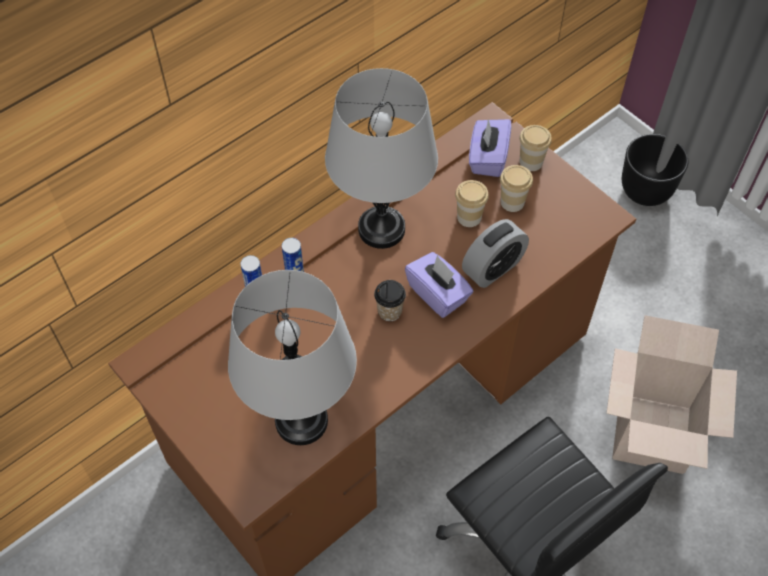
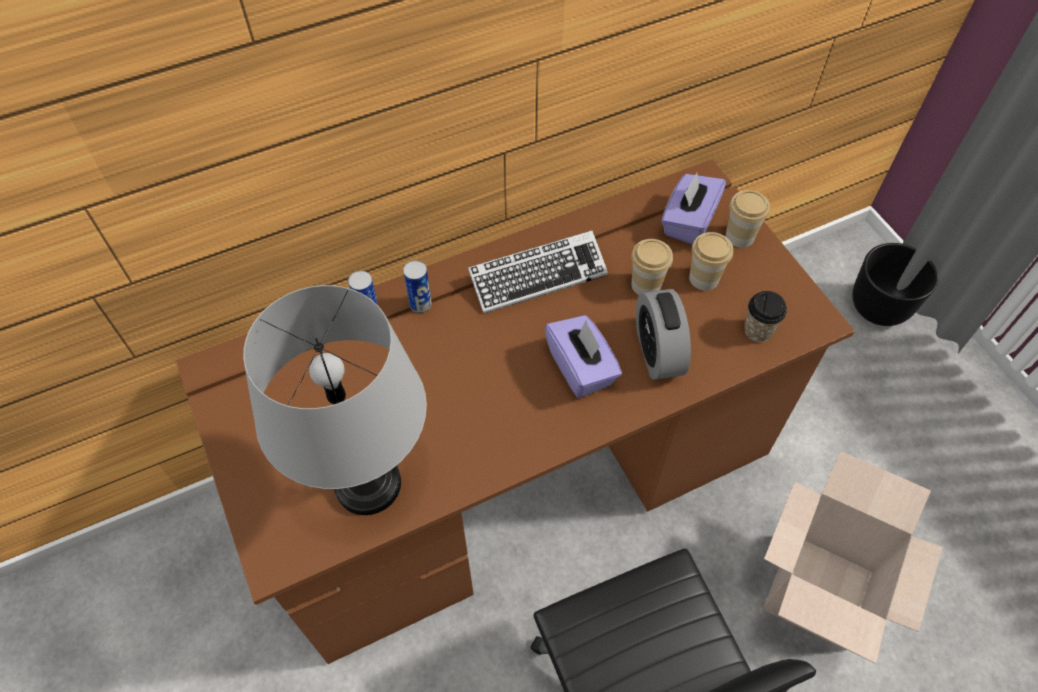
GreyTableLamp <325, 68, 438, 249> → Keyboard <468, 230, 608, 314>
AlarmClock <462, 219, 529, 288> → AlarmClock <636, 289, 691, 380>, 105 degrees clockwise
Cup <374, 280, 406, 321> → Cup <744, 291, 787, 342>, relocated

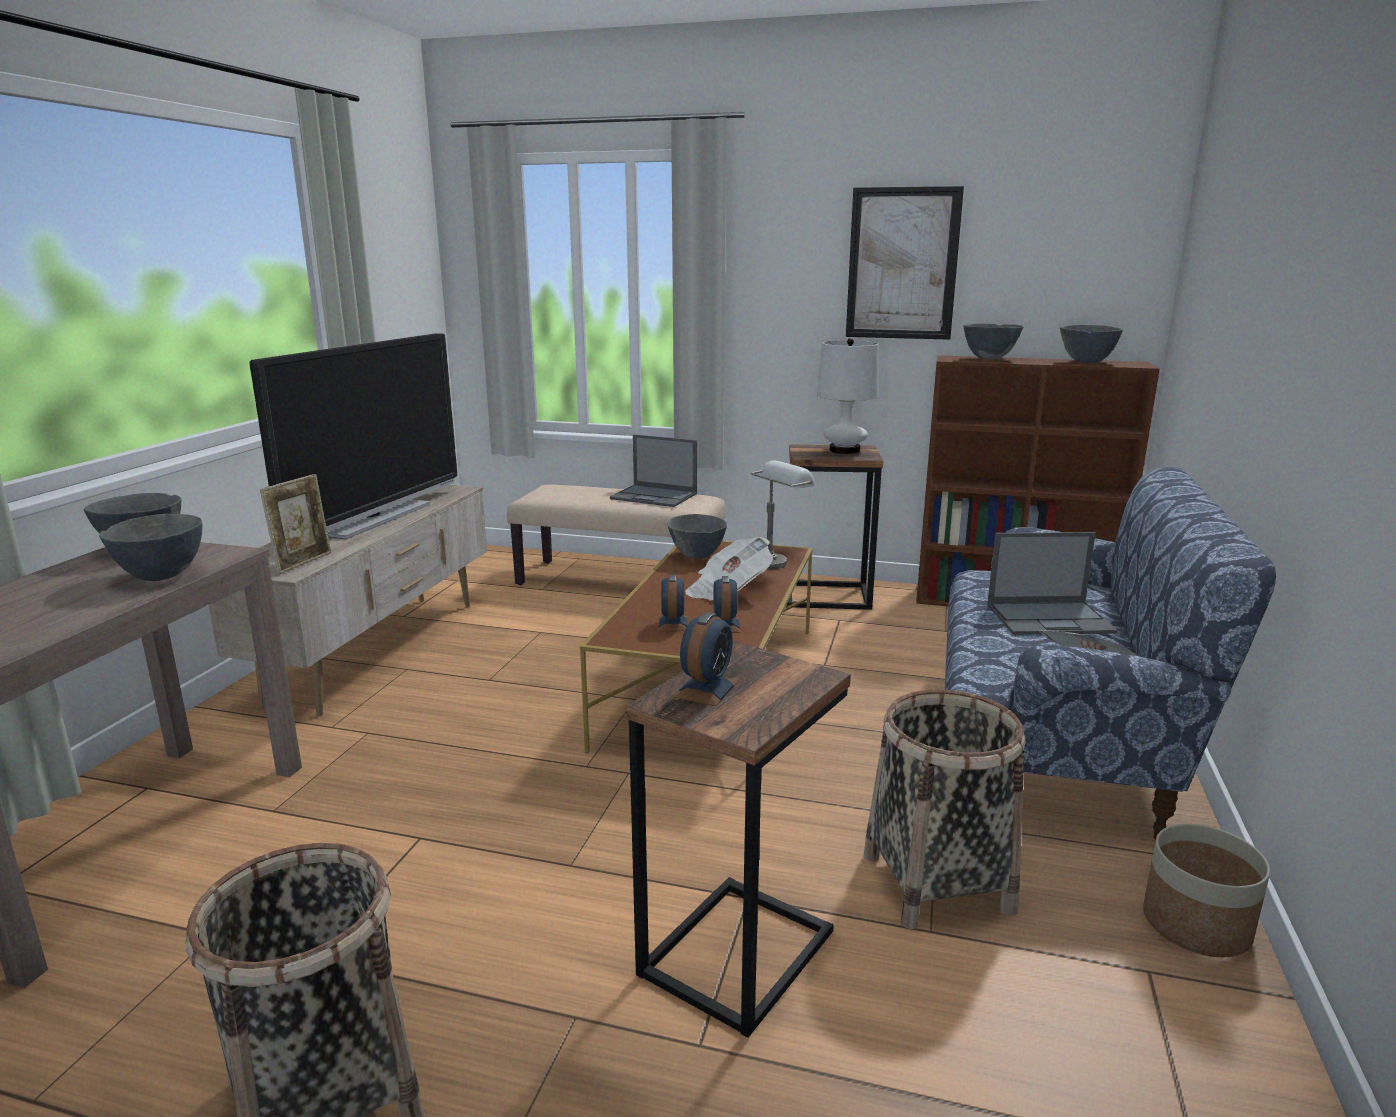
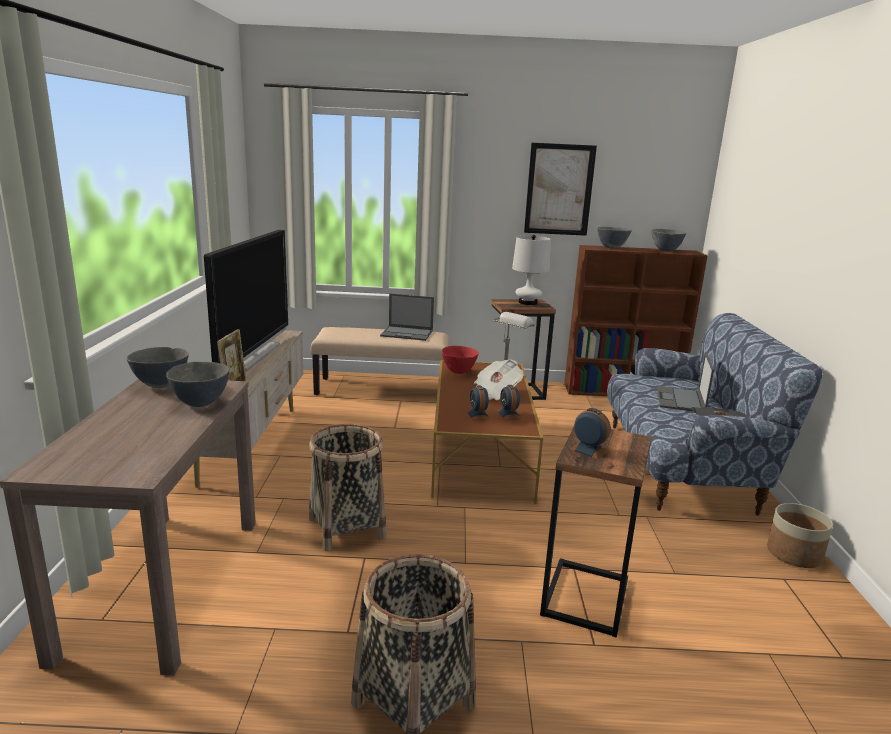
GreyBowl <668, 514, 727, 559> → RedBowl <442, 346, 479, 374>
Laptop <987, 532, 1118, 635> → Laptop <657, 352, 714, 411>, 120 degrees clockwise
AlarmClock <674, 612, 738, 706> → AlarmClock <570, 408, 611, 459>, 60 degrees counterclockwise
Basket <864, 689, 1025, 929> → Basket <309, 424, 386, 551>, relocated

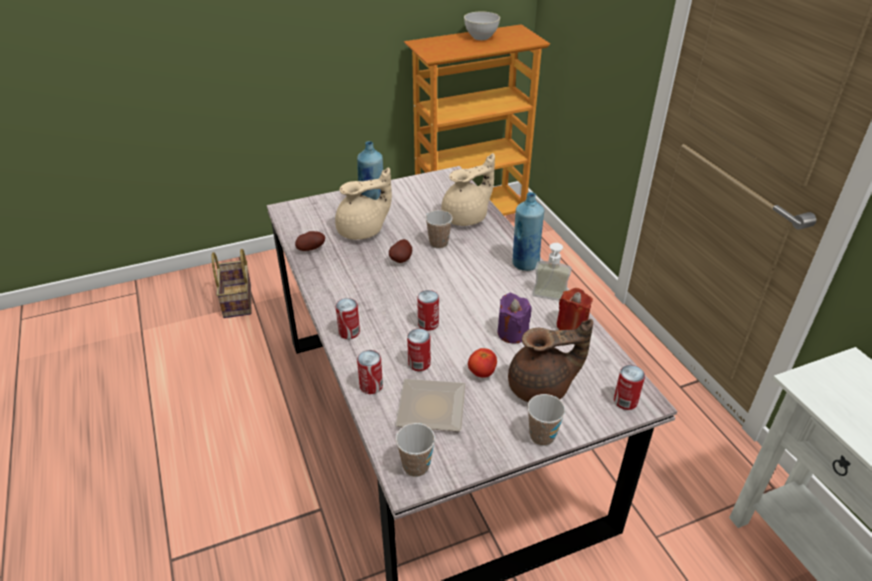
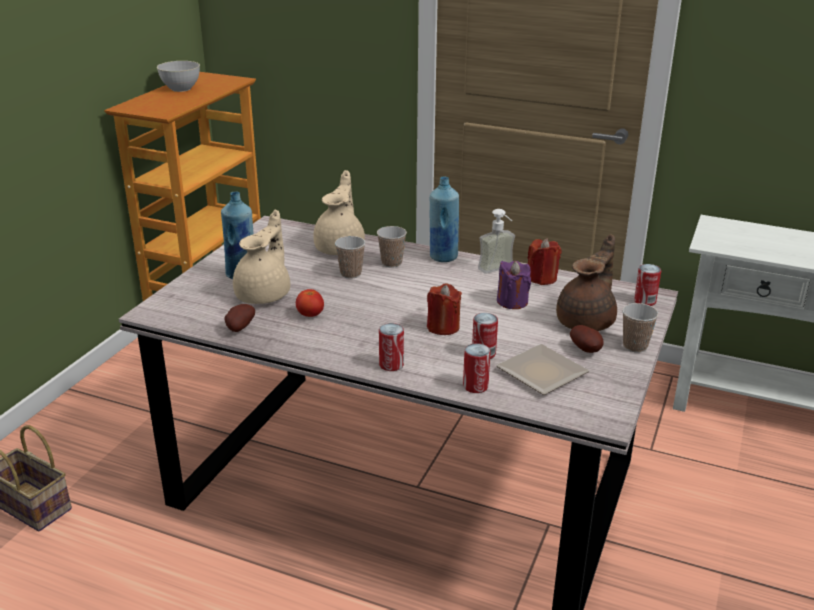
Potato <389, 239, 412, 263> → Potato <570, 325, 603, 353>, relocated
Can <417, 290, 439, 331> → RedCandle <427, 283, 462, 335>
Tomato <468, 348, 497, 378> → Tomato <296, 289, 324, 317>, relocated
Cup <396, 423, 435, 477> → Cup <377, 226, 407, 268>, relocated

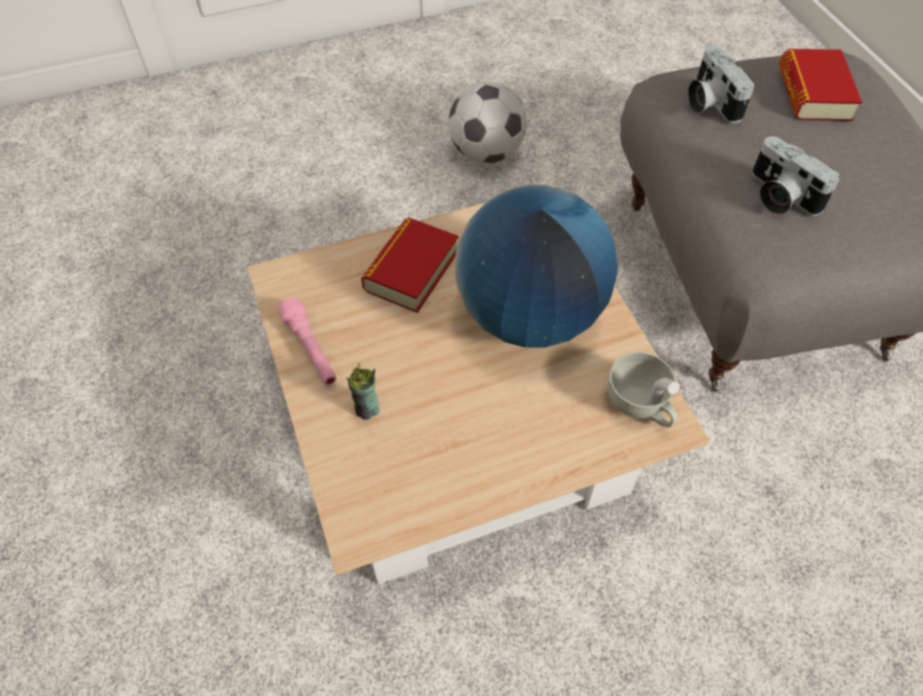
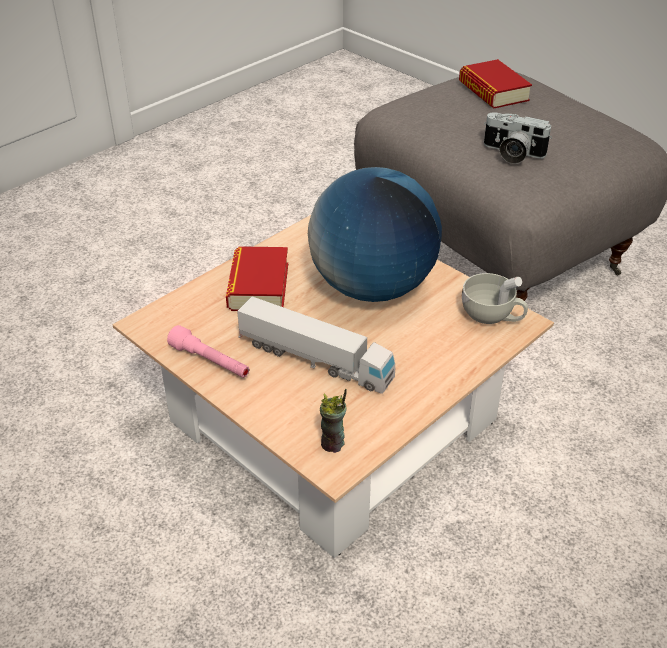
PhotoCamera <688, 45, 755, 123> → -
Football <448, 82, 527, 164> → -
Cup <346, 363, 380, 420> → Cup <320, 389, 347, 453>, relocated
- → ToyTruck <237, 296, 395, 394>

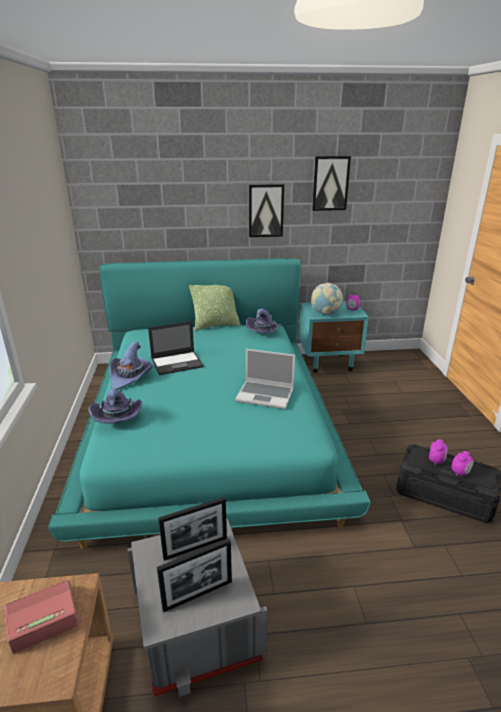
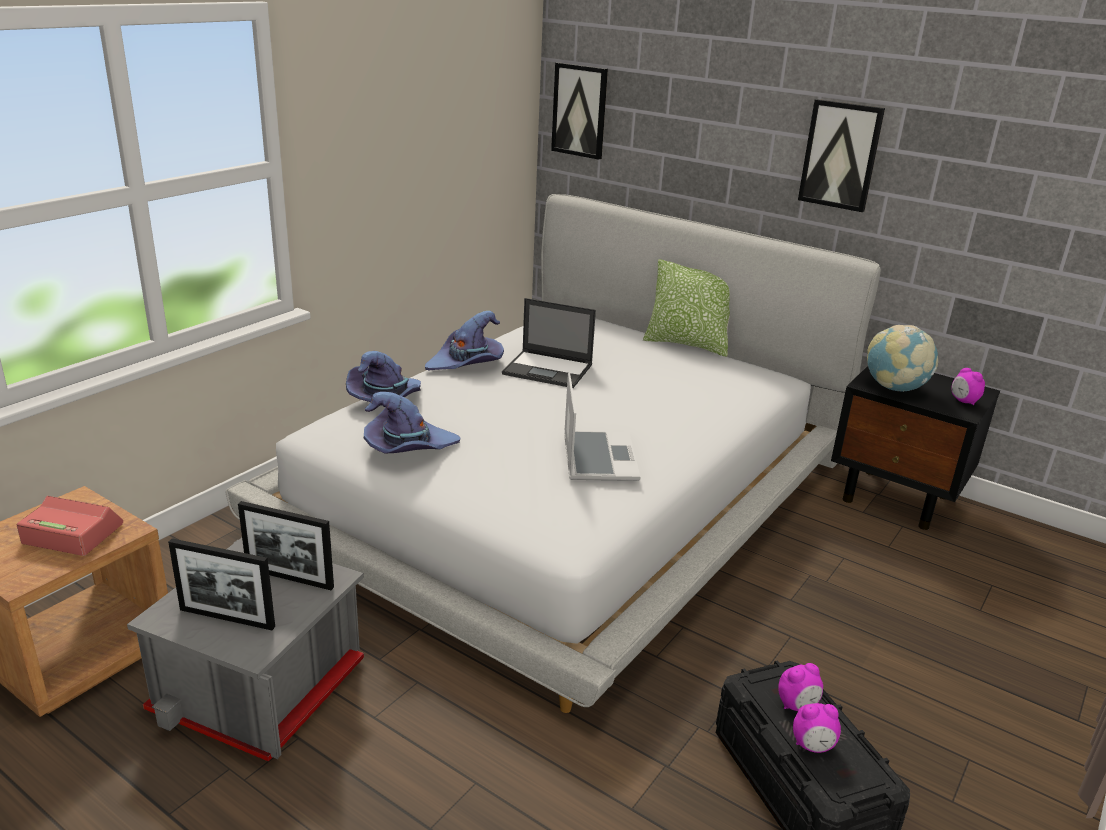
Picture <312, 156, 351, 211> → Picture <551, 62, 608, 160>, relocated
TurquoiseBed <48, 258, 370, 549> → WhiteBed <225, 194, 881, 713>
TurquoiseNightstand <299, 301, 369, 373> → BlackNightstand <831, 366, 1000, 530>
PurpleHat <246, 309, 282, 333> → PurpleHat <364, 392, 461, 453>, relocated
Laptop <235, 349, 295, 409> → Laptop <564, 373, 640, 481>, 150 degrees counterclockwise

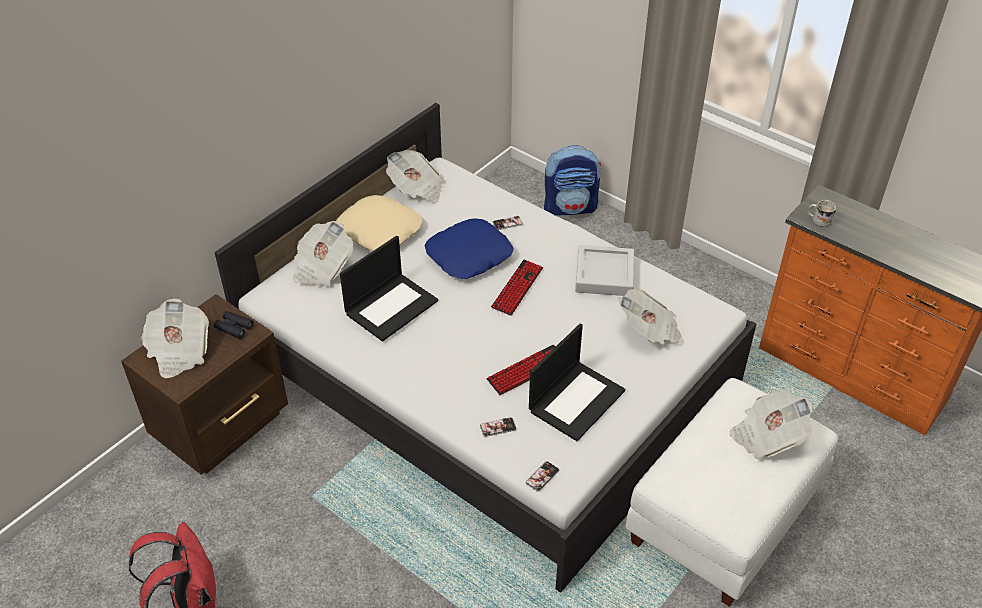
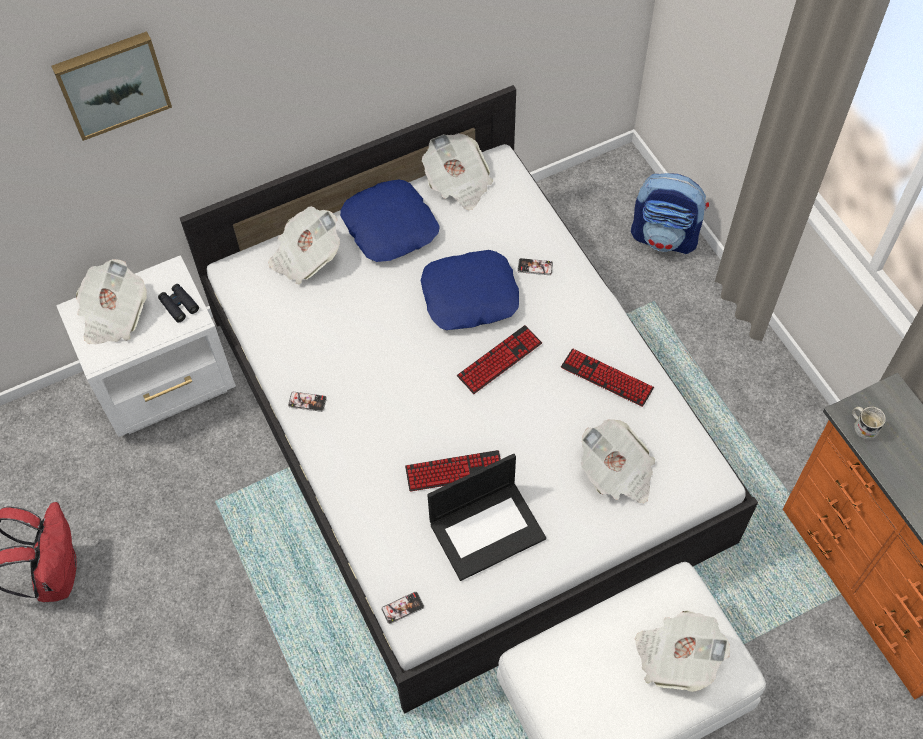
BeigePillow <336, 195, 423, 251> → BluePillow <340, 179, 440, 262>
Laptop <340, 236, 438, 342> → -
GreyTray <575, 245, 634, 296> → Keyboard <561, 349, 654, 407>
BrownNightstand <121, 294, 288, 475> → WhiteNightstand <56, 255, 236, 437>
Phone <480, 417, 517, 437> → Phone <288, 392, 327, 412>, relocated
- → Picture <51, 31, 172, 141>

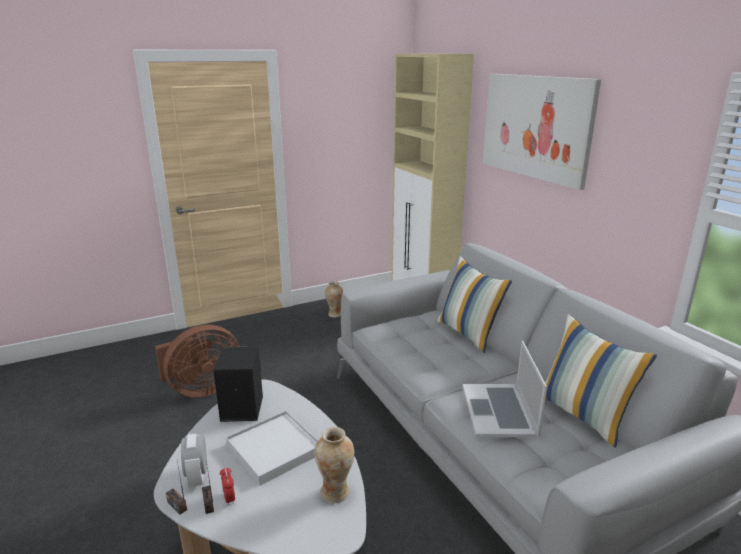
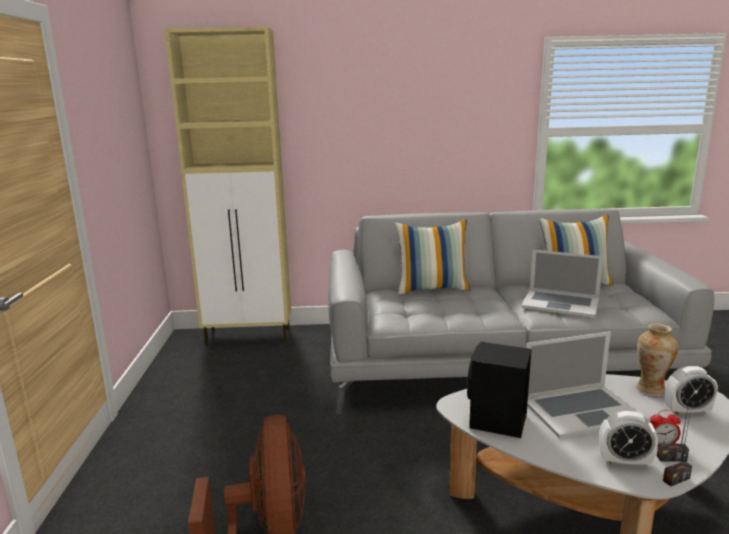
Picture <483, 74, 601, 190> → -
Vase <325, 281, 343, 317> → -
WhiteTray <226, 411, 318, 485> → Laptop <526, 332, 649, 439>
- → AlarmClock <665, 366, 718, 416>

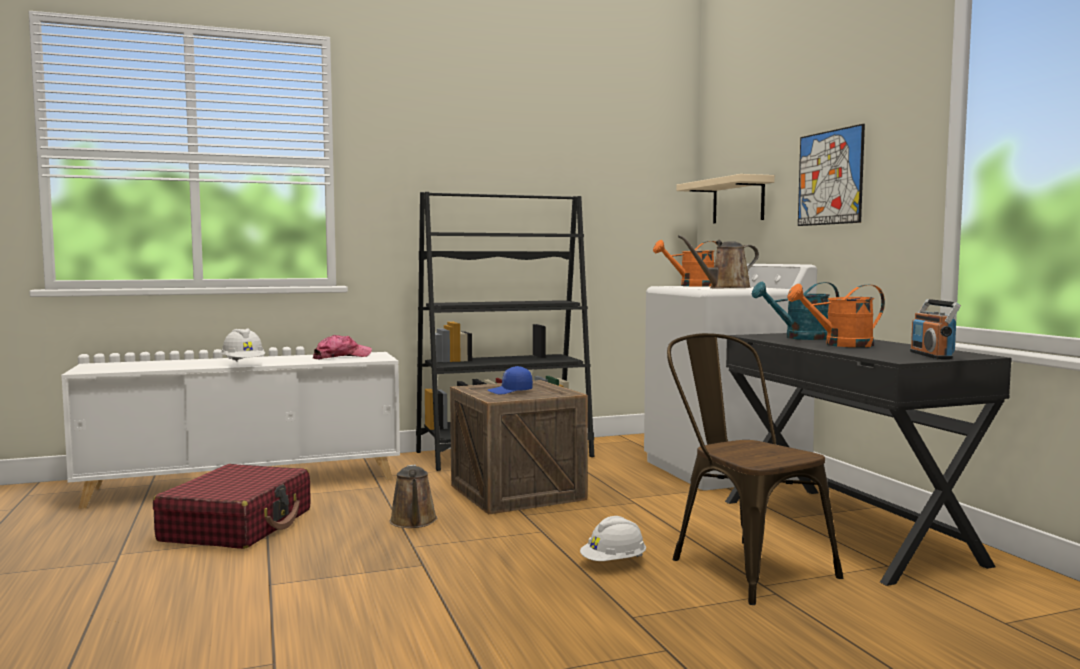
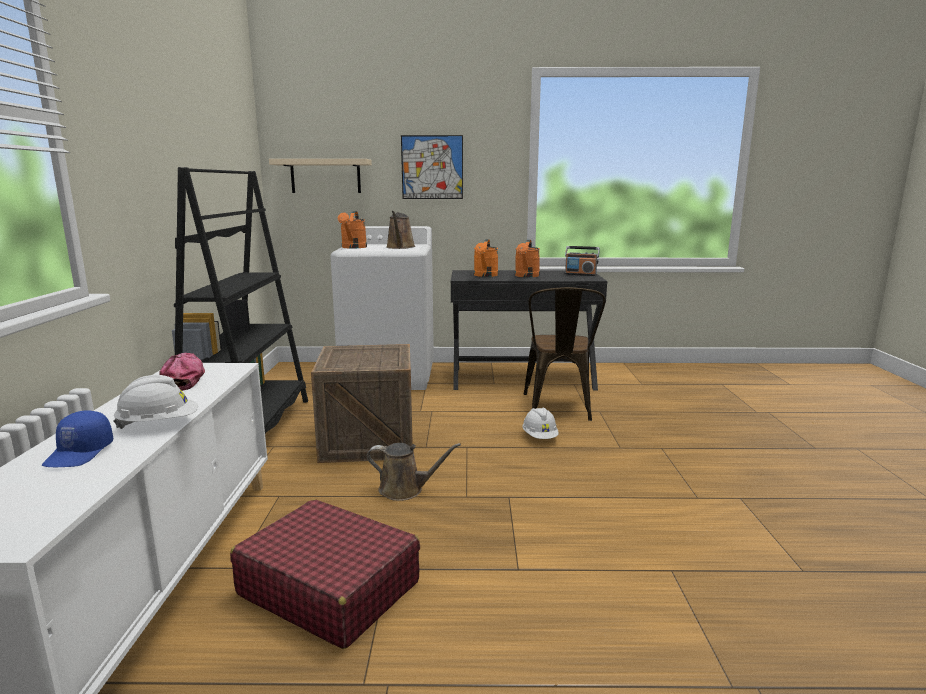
TurquoiseWateringCan <752, 282, 839, 340> → OrangeWateringCan <474, 239, 498, 277>
BrownChair <667, 333, 843, 605> → BrownChair <523, 287, 606, 421>, 75 degrees counterclockwise
BlueCap <488, 366, 533, 394> → BlueCap <42, 410, 113, 467>, relocated

